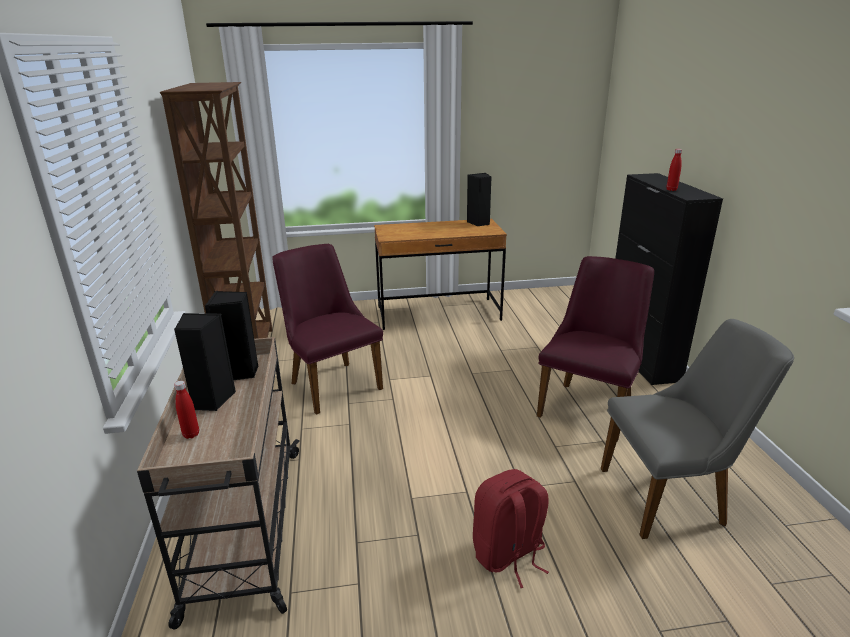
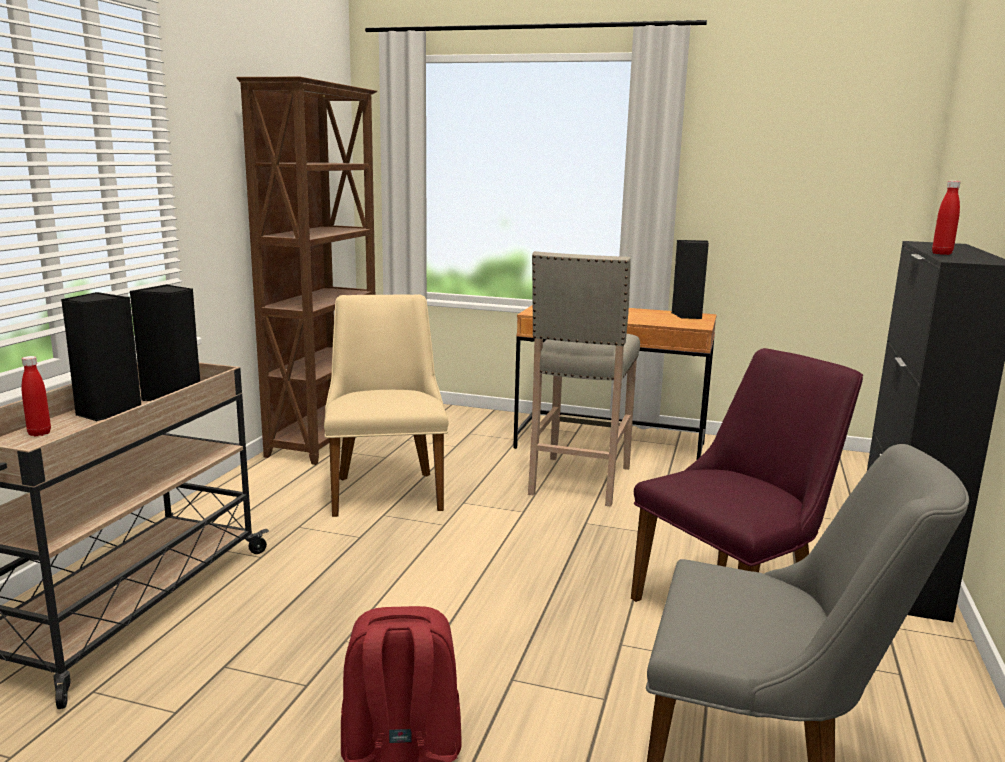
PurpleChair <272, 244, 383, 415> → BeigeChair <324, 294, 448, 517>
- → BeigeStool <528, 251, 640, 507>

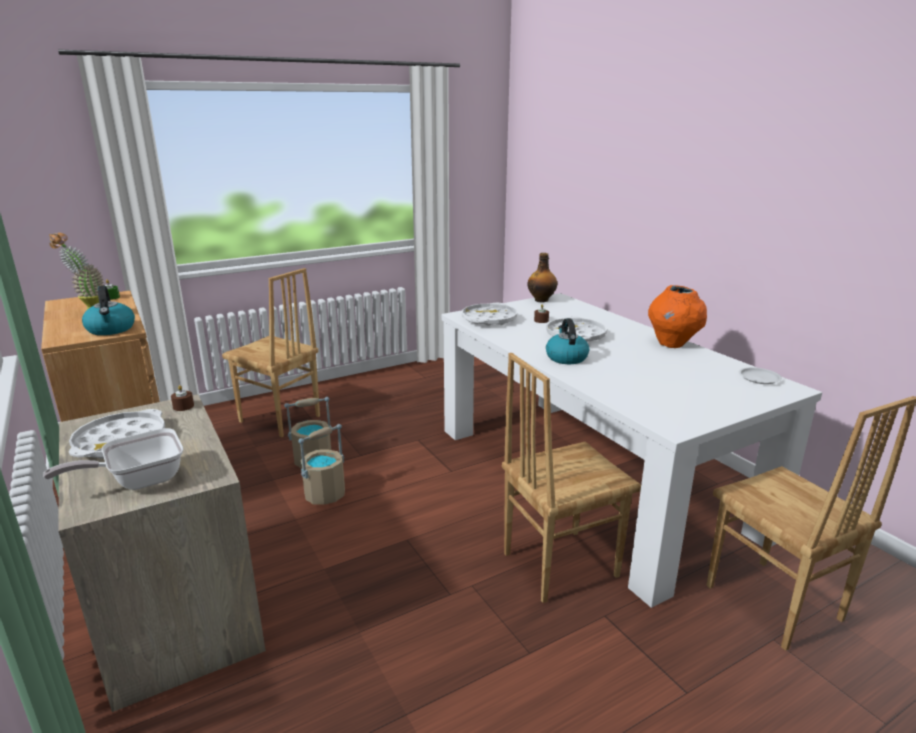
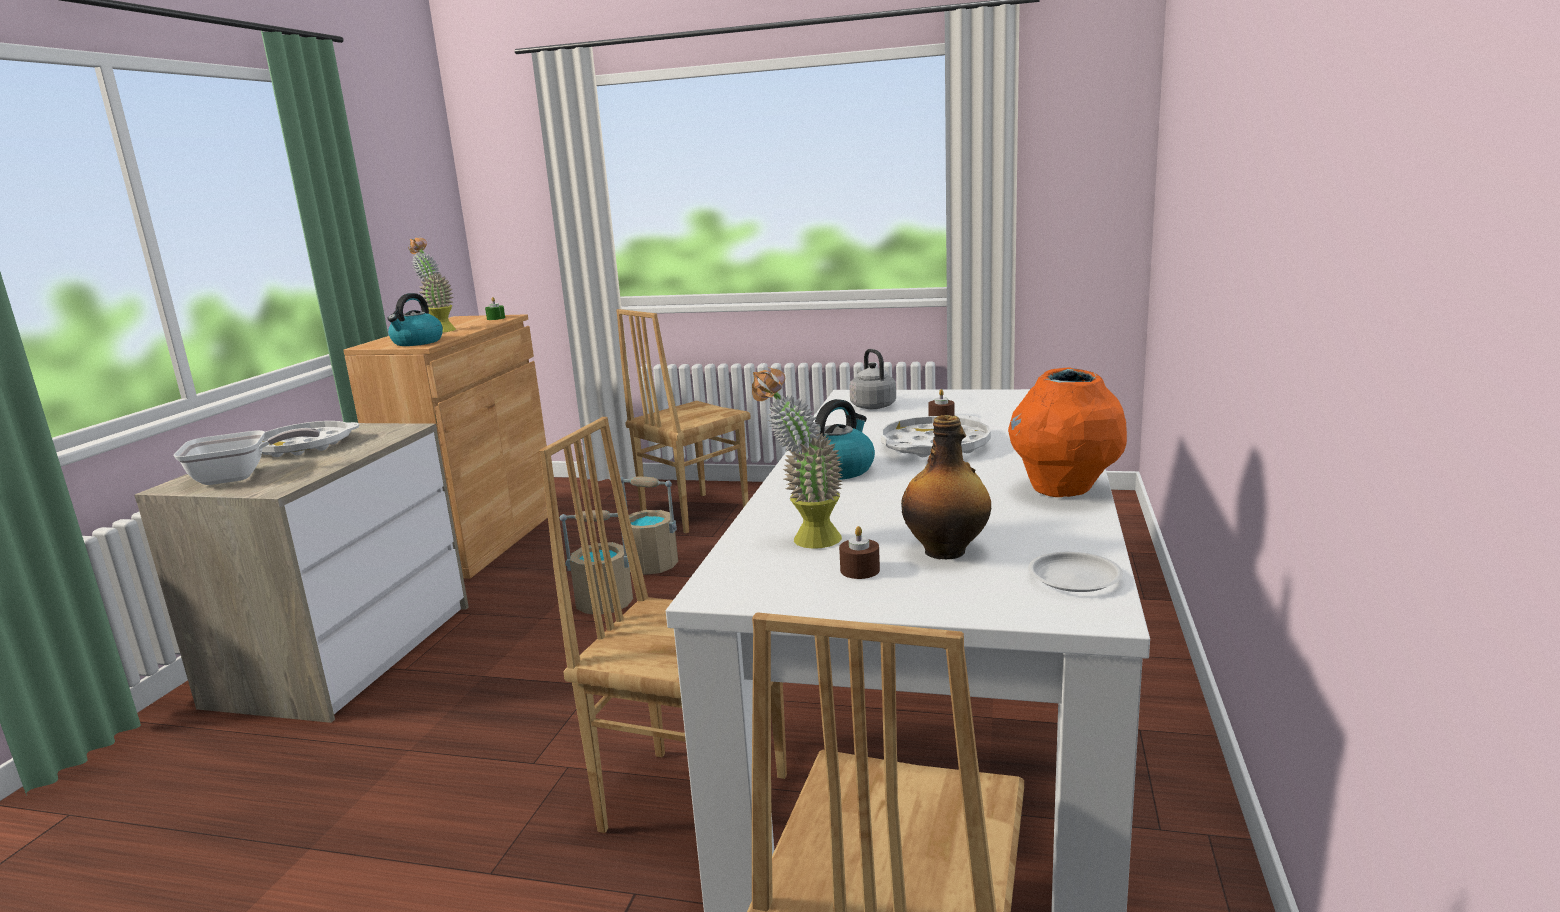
Bottle <527, 253, 557, 302> → Bottle <901, 415, 991, 559>, relocated
BrownChair <222, 268, 320, 437> → BrownChair <616, 309, 751, 533>, 60 degrees clockwise
WhiteTray <462, 303, 517, 326> → GreyKettle <849, 349, 896, 409>
BrownCandle <171, 385, 194, 411> → BrownCandle <839, 526, 880, 579>, relocated
FryingPan <43, 428, 183, 490> → FryingPan <174, 428, 320, 485>, 150 degrees clockwise
- → PottedPlant <752, 367, 843, 549>

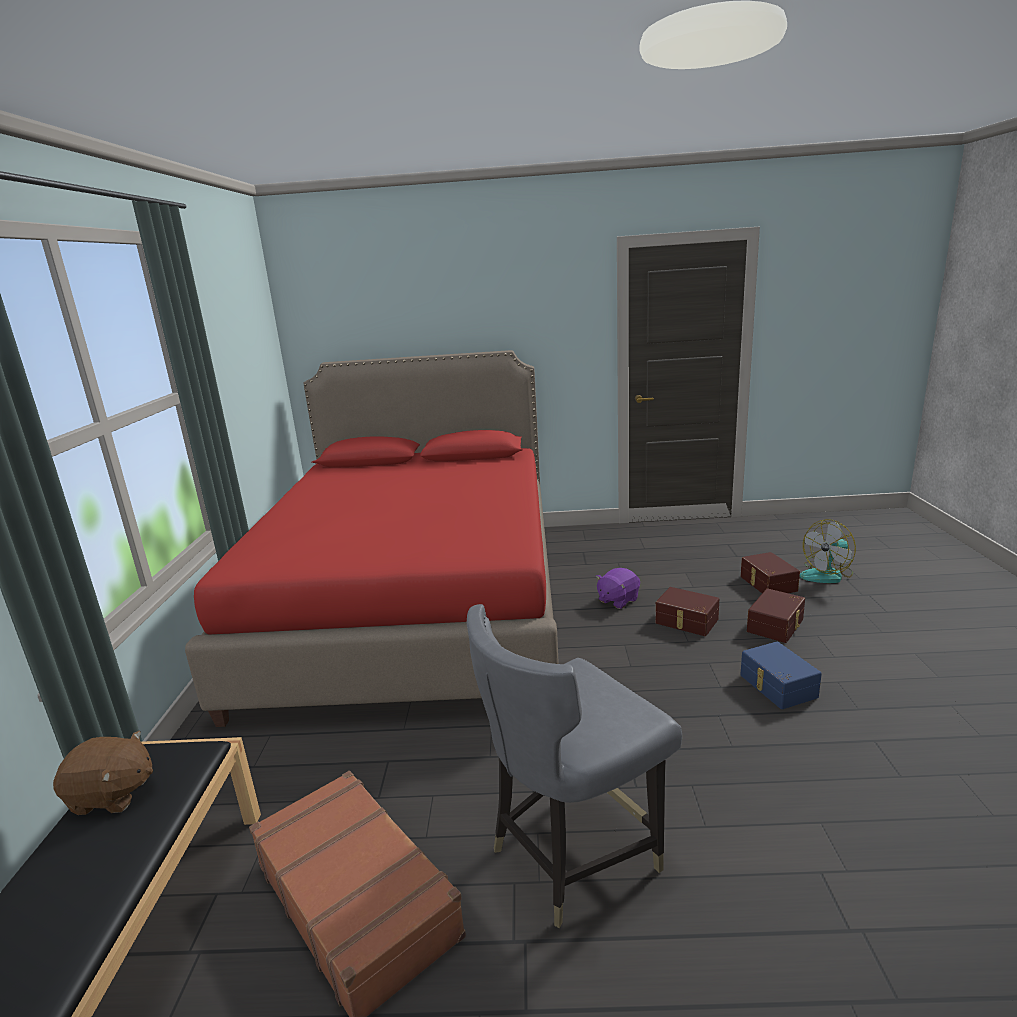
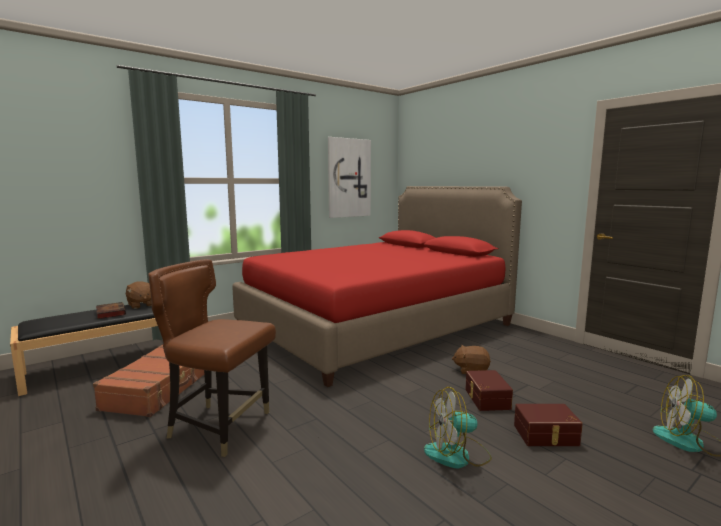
BrownStorageBox <740, 552, 800, 593> → -
PurplePlushToy <596, 568, 640, 609> → BrownPlushToy <452, 345, 491, 374>
GreyChair <467, 604, 682, 928> → BrownChair <148, 259, 276, 457>
BlueStorageBox <740, 641, 822, 709> → Fan <424, 387, 492, 469>
- → Picture <328, 137, 371, 218>
- → Book <96, 302, 126, 319>

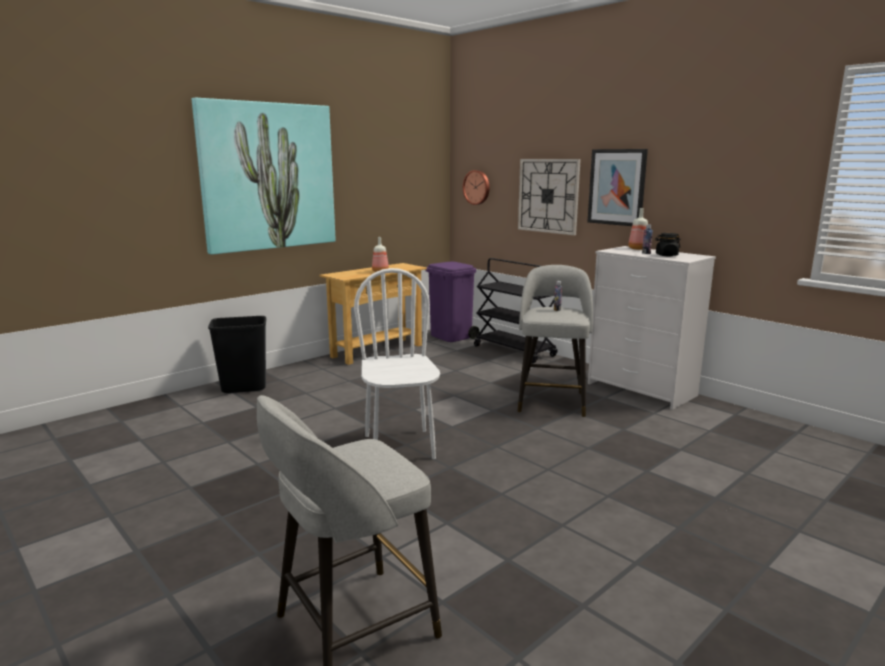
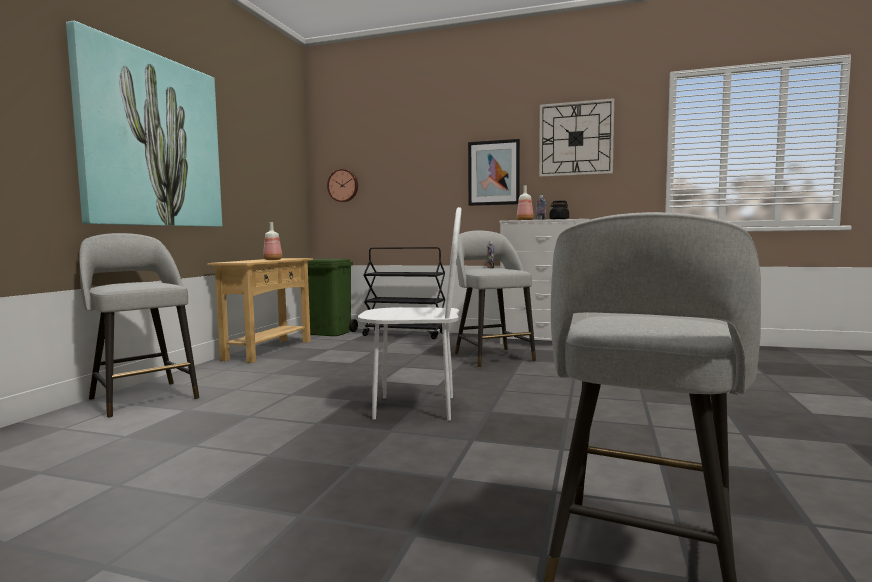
WallClock <518, 159, 581, 235> → WallClock <539, 98, 614, 177>, relocated
PurpleTrashCan <426, 262, 480, 342> → GreenTrashCan <308, 259, 358, 336>
WhiteChair <354, 268, 440, 459> → WhiteChair <358, 207, 462, 421>, 135 degrees clockwise
BlackTrashCan <208, 316, 266, 393> → GreyStool <79, 233, 199, 418>

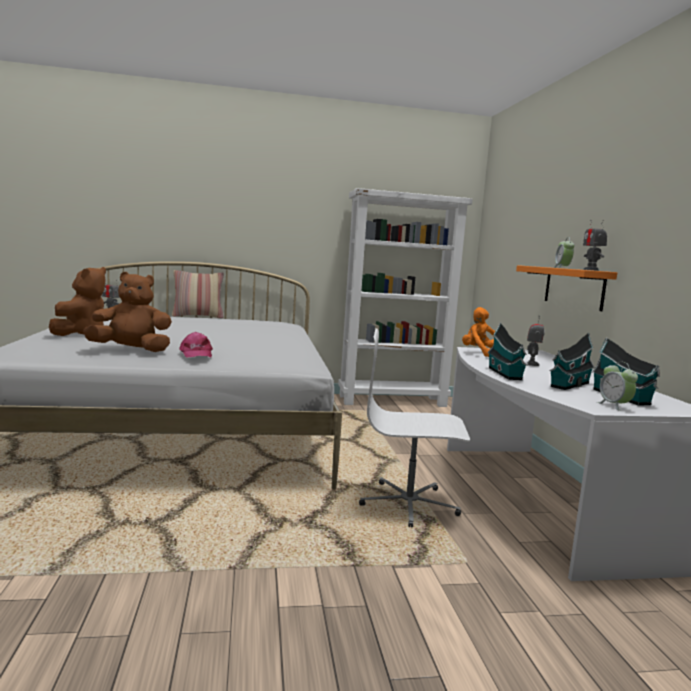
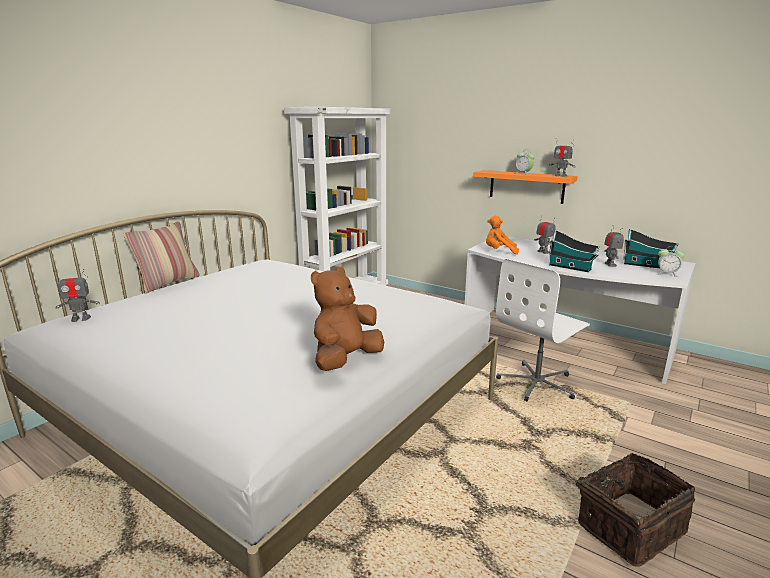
BrownPlushToy <49, 267, 106, 336> → -
PinkCap <179, 332, 213, 358> → -
ToyHouse <549, 332, 595, 390> → ToyRobot <604, 230, 624, 267>
- → Basket <568, 453, 695, 567>

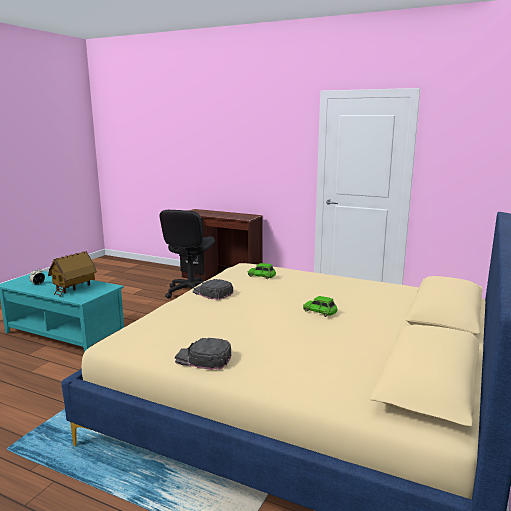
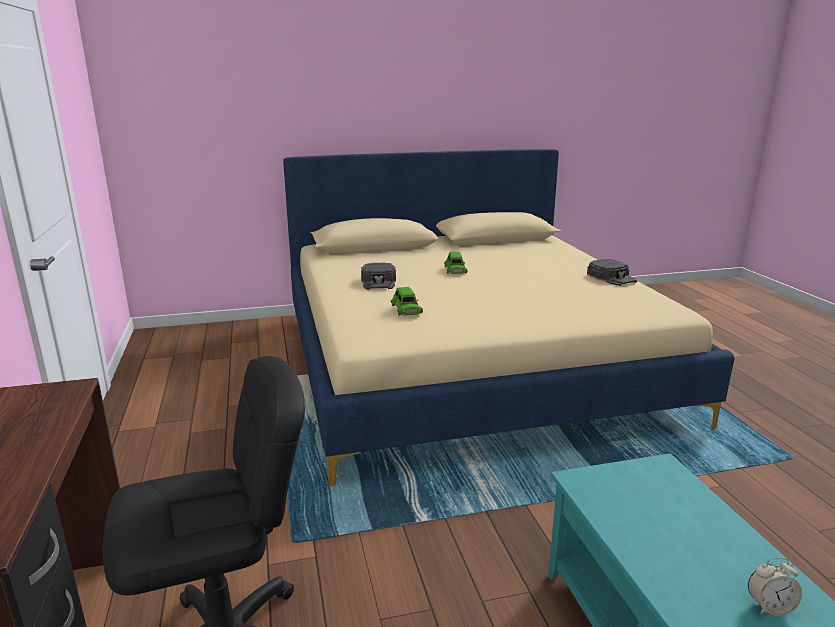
ToyHouse <48, 251, 97, 297> → -
BlackCap <193, 279, 233, 300> → BlackCap <361, 263, 396, 290>, relocated

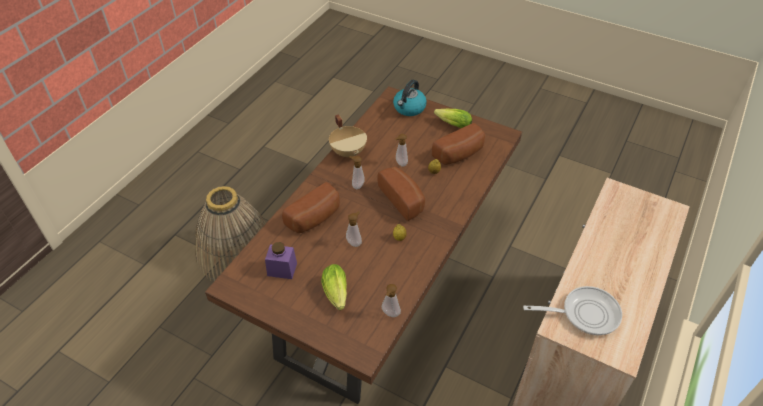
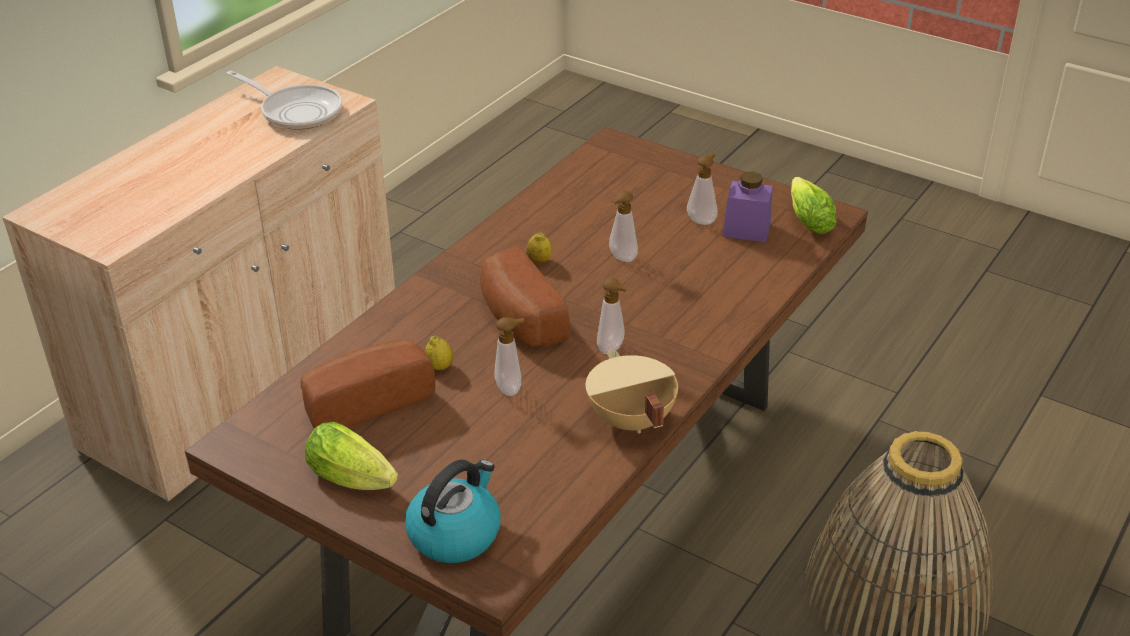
Bread <282, 182, 340, 233> → -
Lettuce <321, 264, 347, 310> → Lettuce <791, 177, 837, 234>, relocated
SoapDispenser <382, 284, 401, 317> → SoapDispenser <687, 153, 718, 225>, relocated
FryingPan <523, 286, 622, 336> → FryingPan <226, 71, 342, 130>, 150 degrees counterclockwise

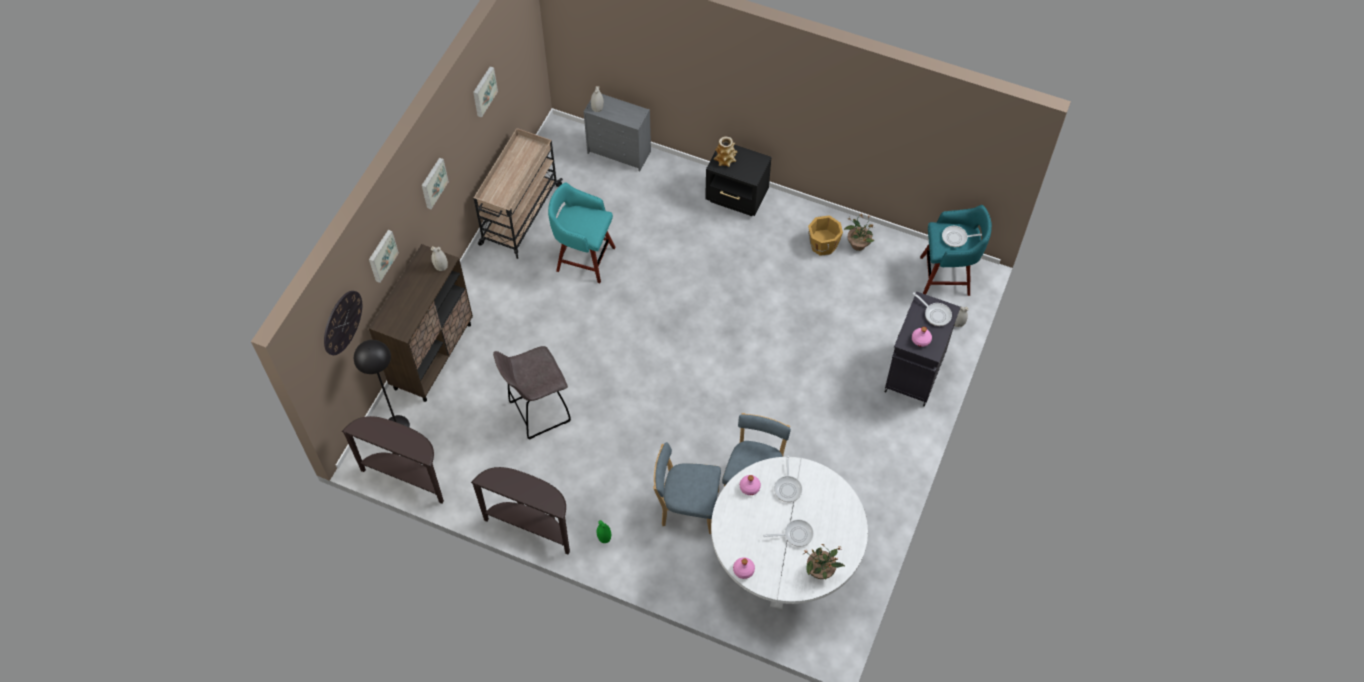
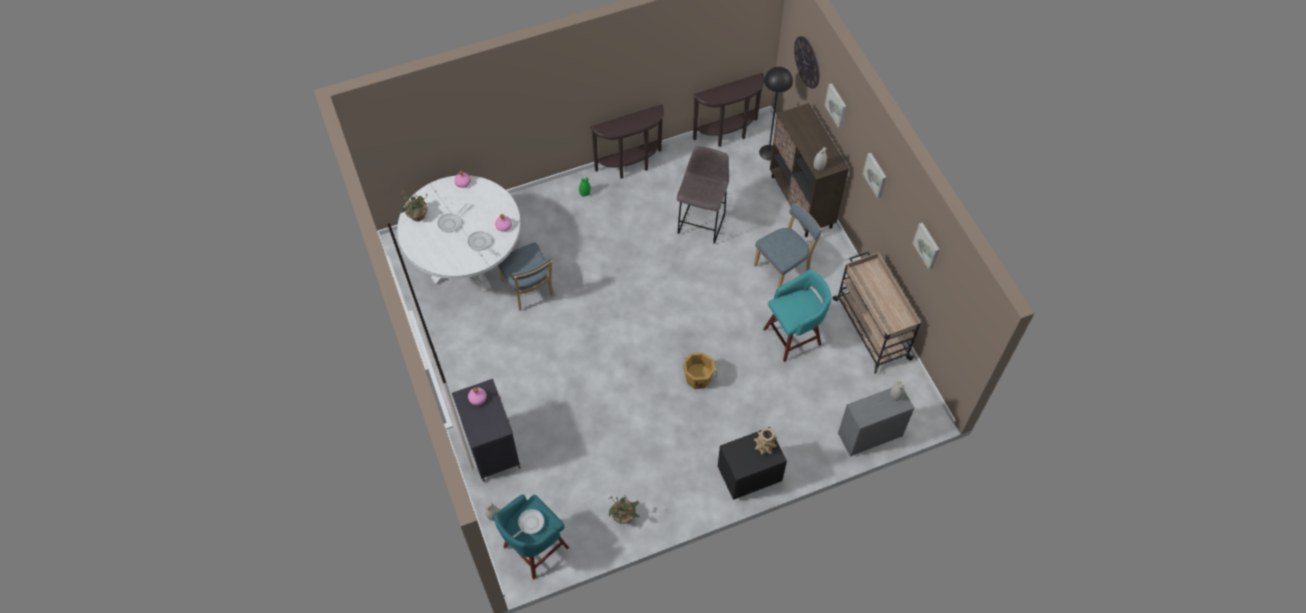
OrangeBucket <808, 215, 843, 256> → OrangeBucket <683, 353, 717, 389>, relocated
FryingPan <913, 292, 952, 326> → -
BlueChair <653, 442, 721, 534> → BlueChair <754, 203, 823, 288>, relocated

